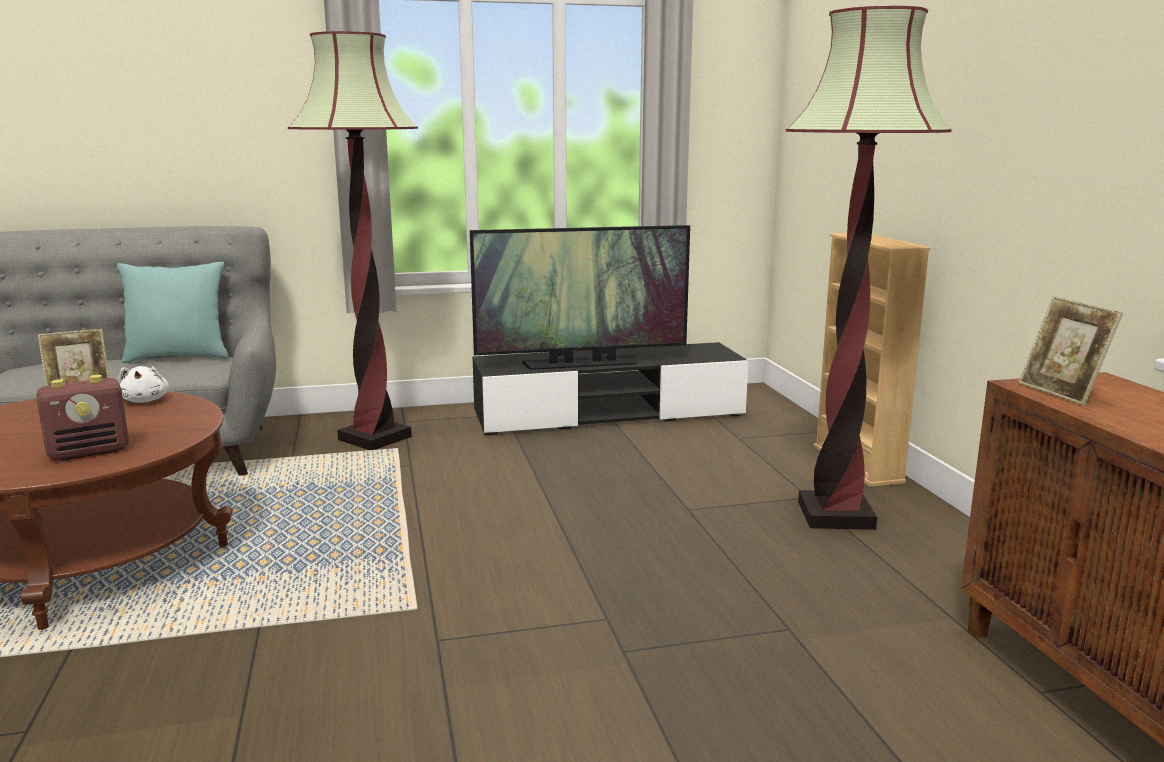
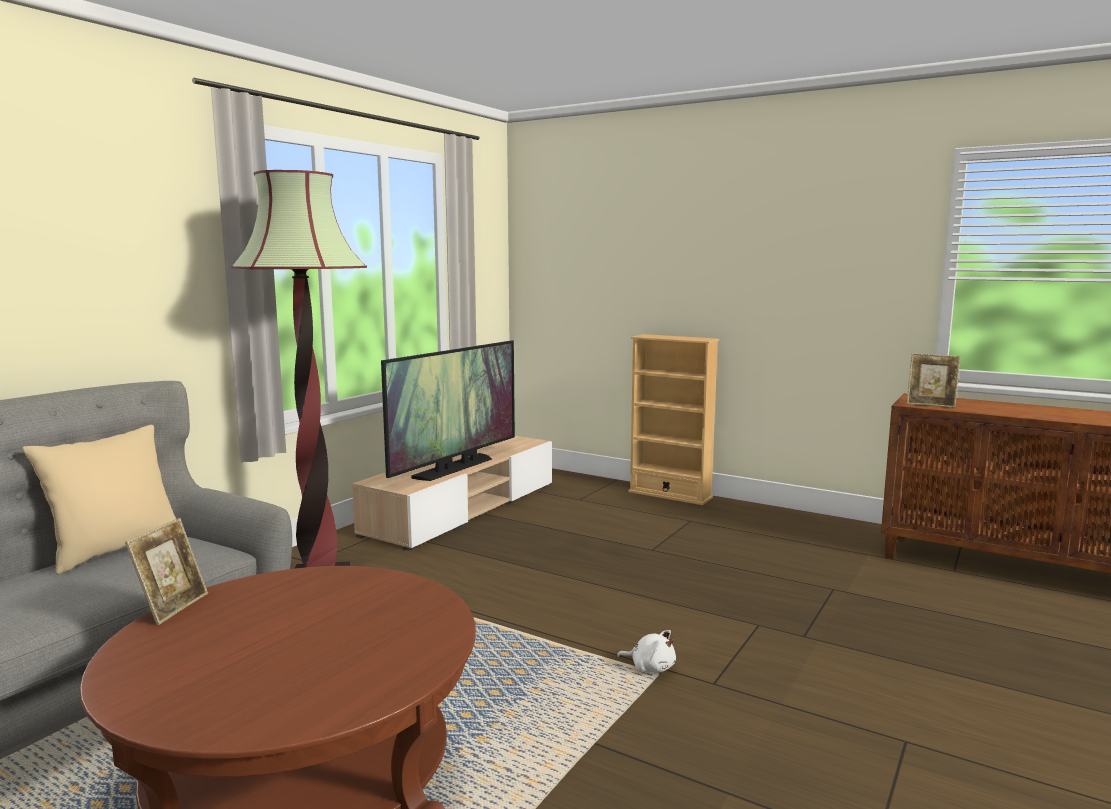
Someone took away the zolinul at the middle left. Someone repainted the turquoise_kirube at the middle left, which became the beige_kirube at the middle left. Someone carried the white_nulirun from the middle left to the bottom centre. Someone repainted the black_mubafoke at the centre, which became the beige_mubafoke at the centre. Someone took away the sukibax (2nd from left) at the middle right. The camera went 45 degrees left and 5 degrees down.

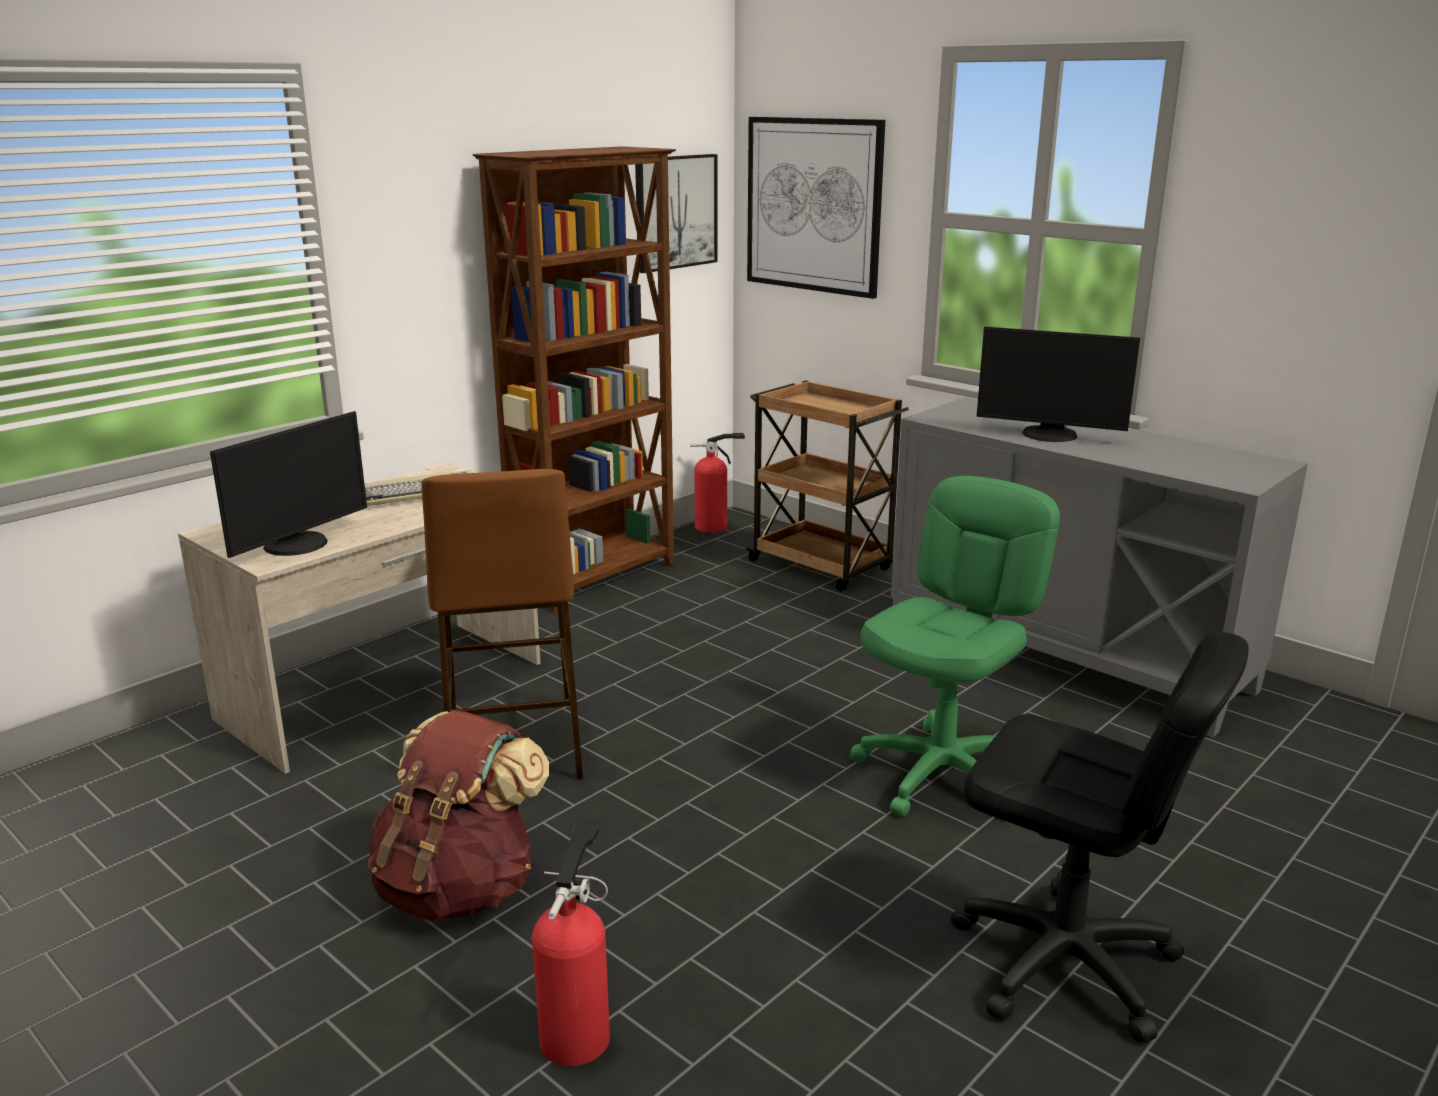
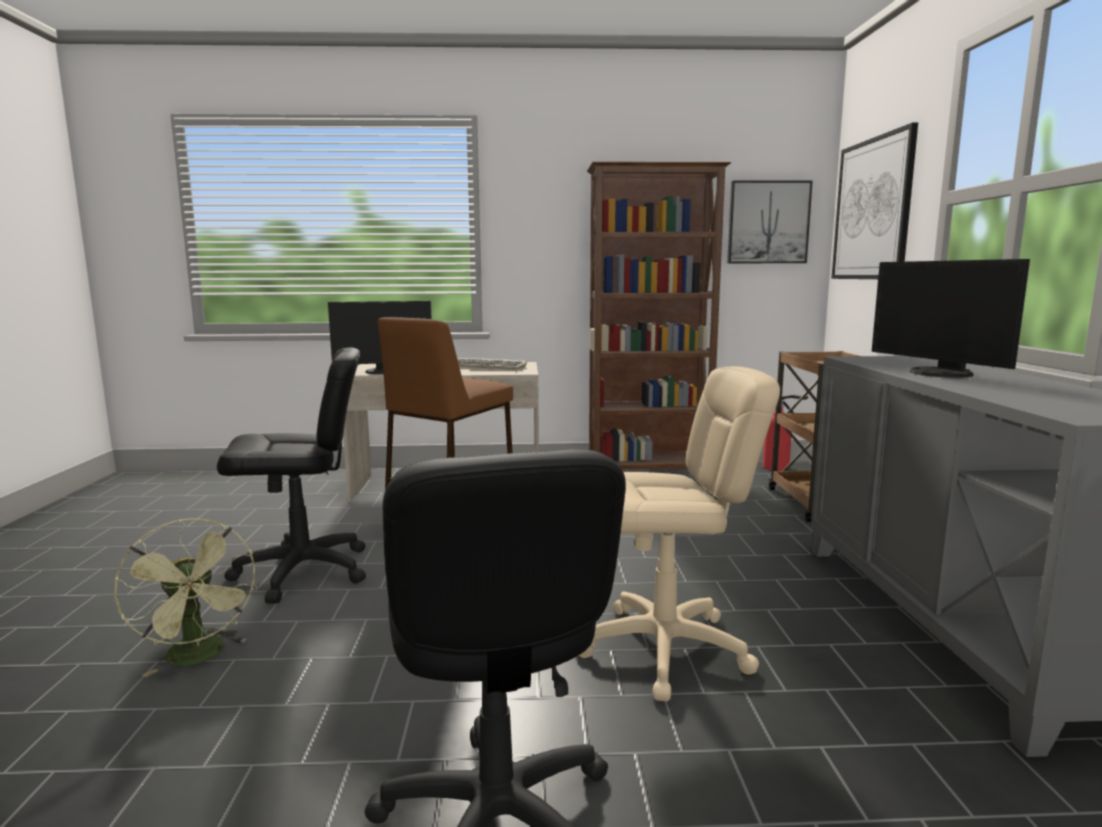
Someone swapped the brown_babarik at the bottom left for the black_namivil (1st from left) at the middle left. Someone swapped the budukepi (1st from left) at the bottom centre for the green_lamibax at the bottom left. Someone repainted the green_namivil at the centre, which became the beige_namivil at the centre. The camera went 45 degrees right and 10 degrees down.

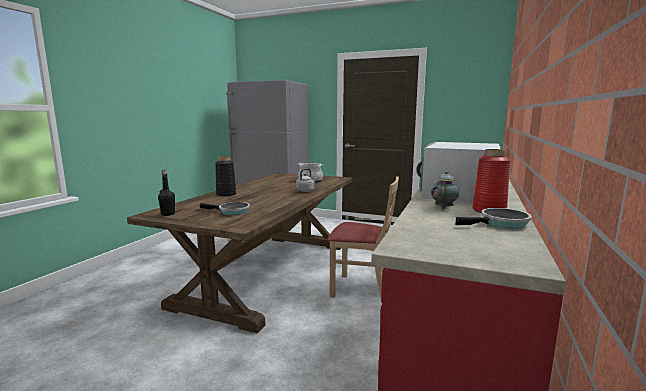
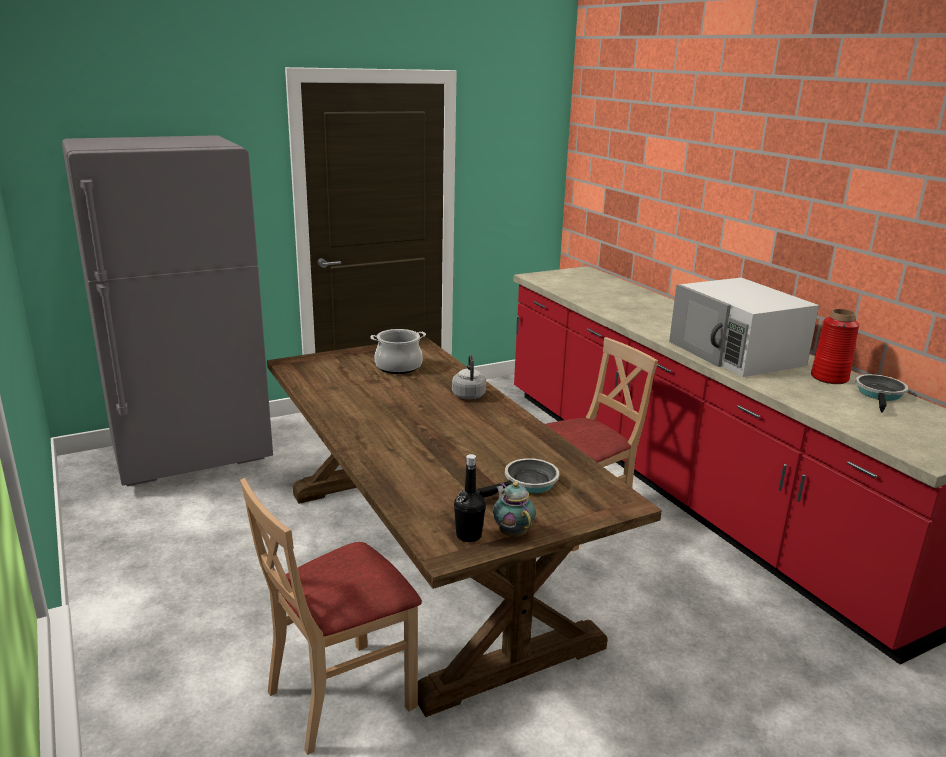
Someone took away the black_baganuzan at the centre. Someone carried the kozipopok from the middle right to the bottom centre. Someone put down the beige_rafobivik (1st from left) at the bottom centre. The camera went 50 degrees left and 10 degrees up.

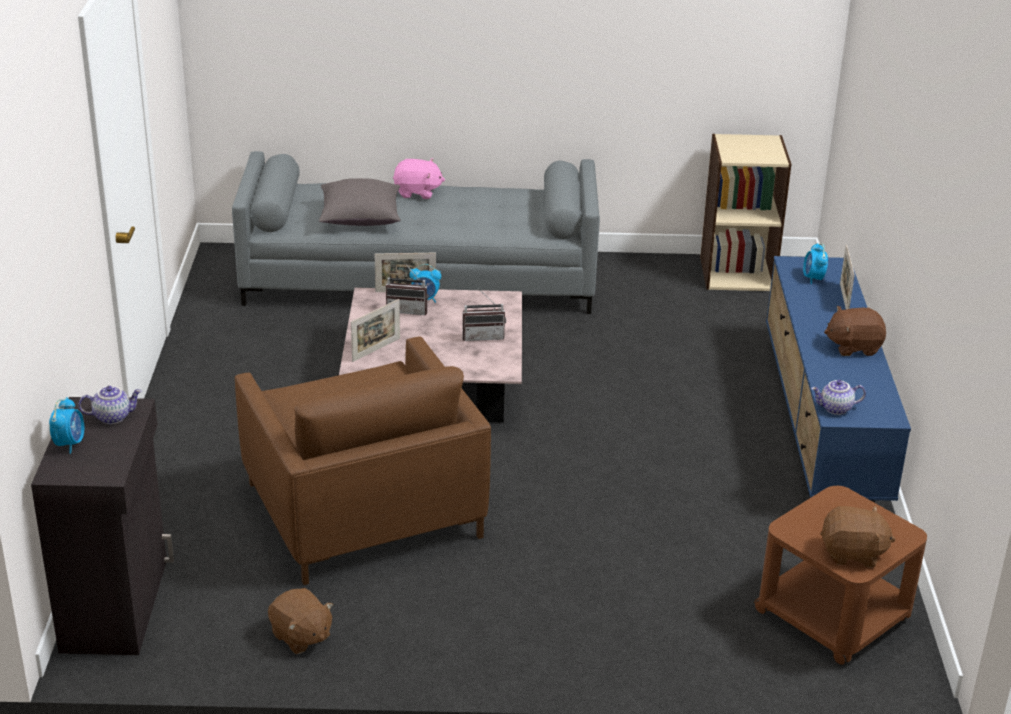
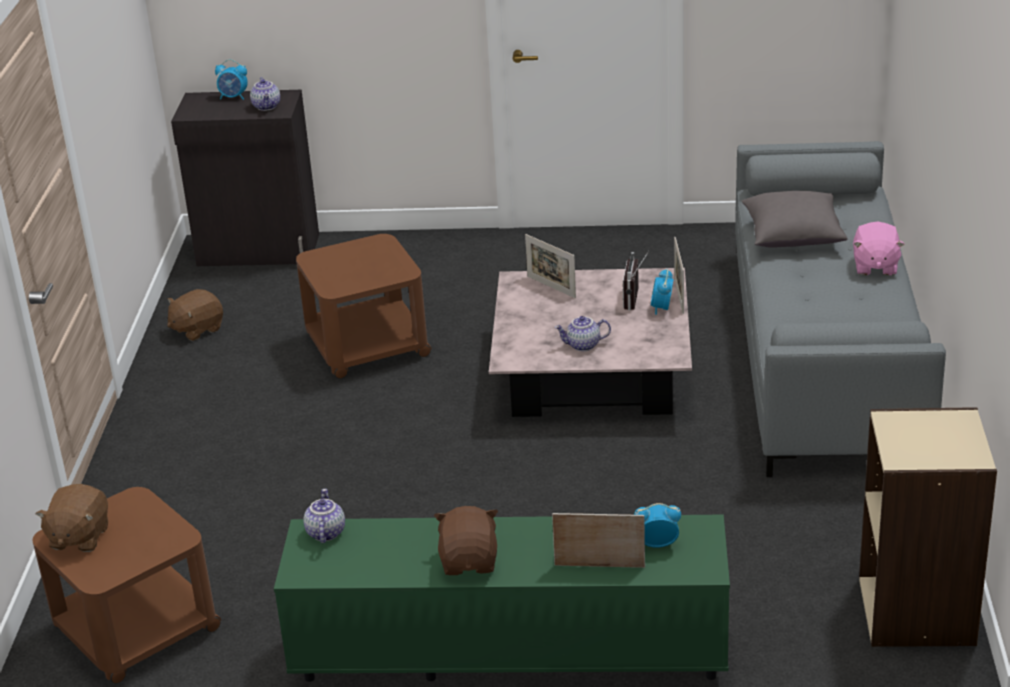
Someone swapped the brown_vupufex at the centre for the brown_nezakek (2nd from left) at the centre. Someone swapped the zolinul (2nd from left) at the centre for the kozipopok (3rd from left) at the centre. Someone repainted the blue_mubafoke at the middle right, which became the green_mubafoke at the bottom centre. The camera went 95 degrees right and 0 degrees up.

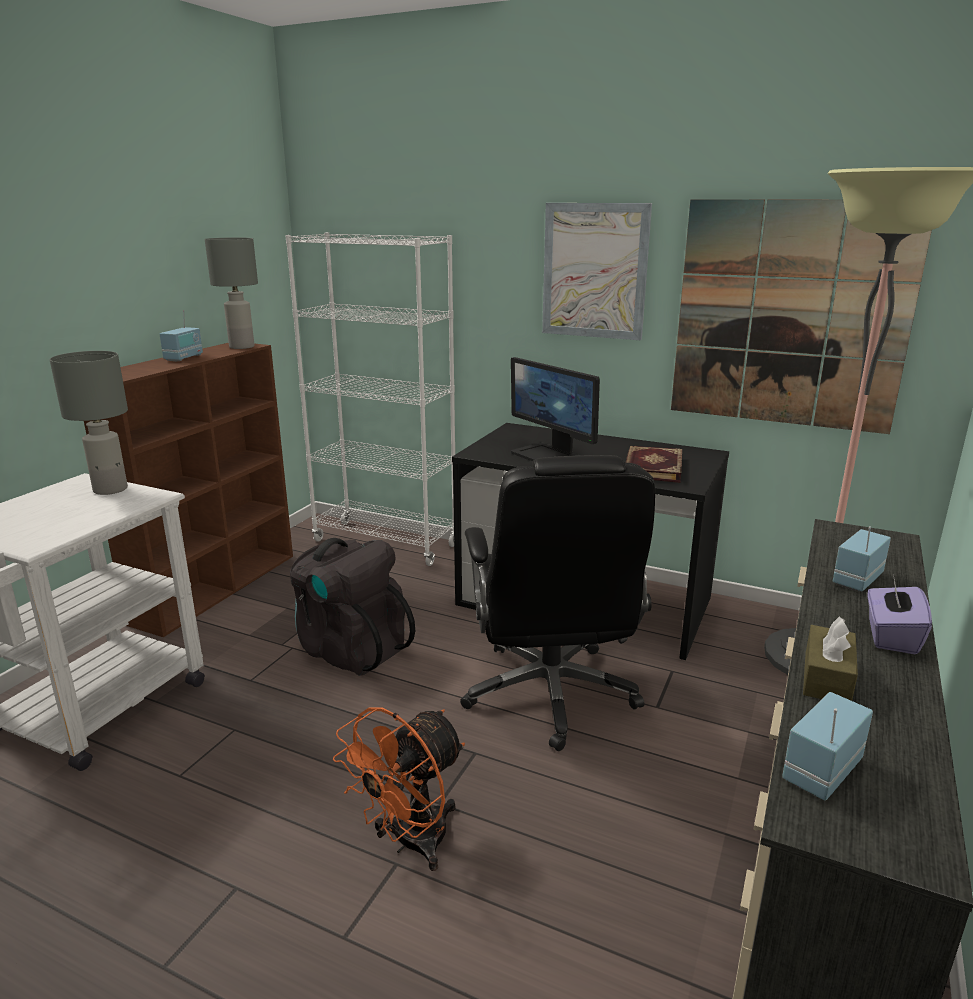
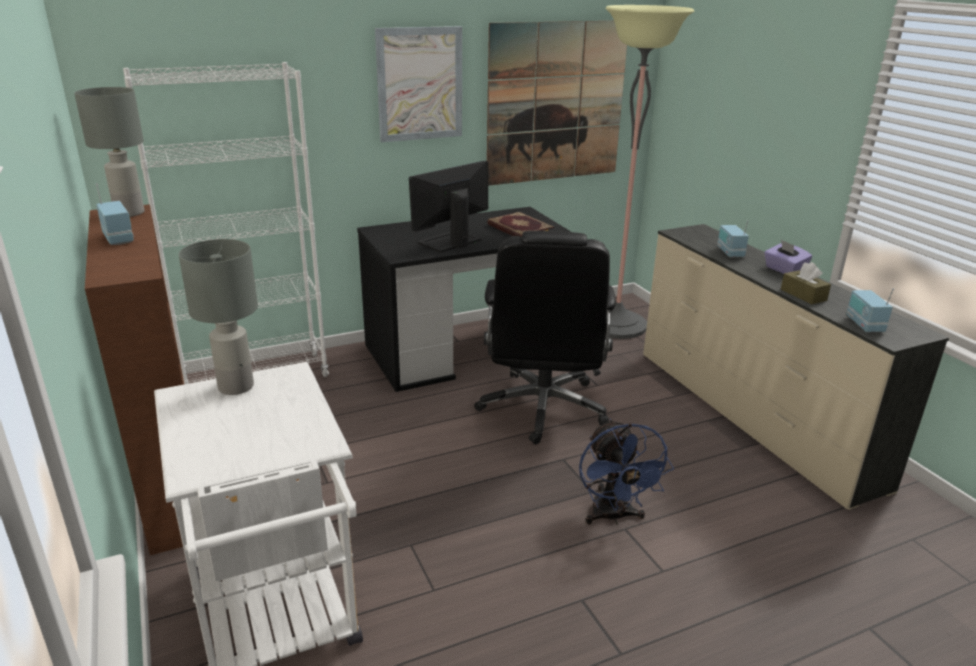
Someone took away the black_babarik at the centre. Someone repainted the orange_lamibax at the bottom centre, which became the blue_lamibax at the bottom centre. Someone rotated the black_namivil at the centre by 60 degrees clockwise. Someone rotated the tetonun at the centre by 135 degrees clockwise. The camera went 50 degrees left and 5 degrees up.

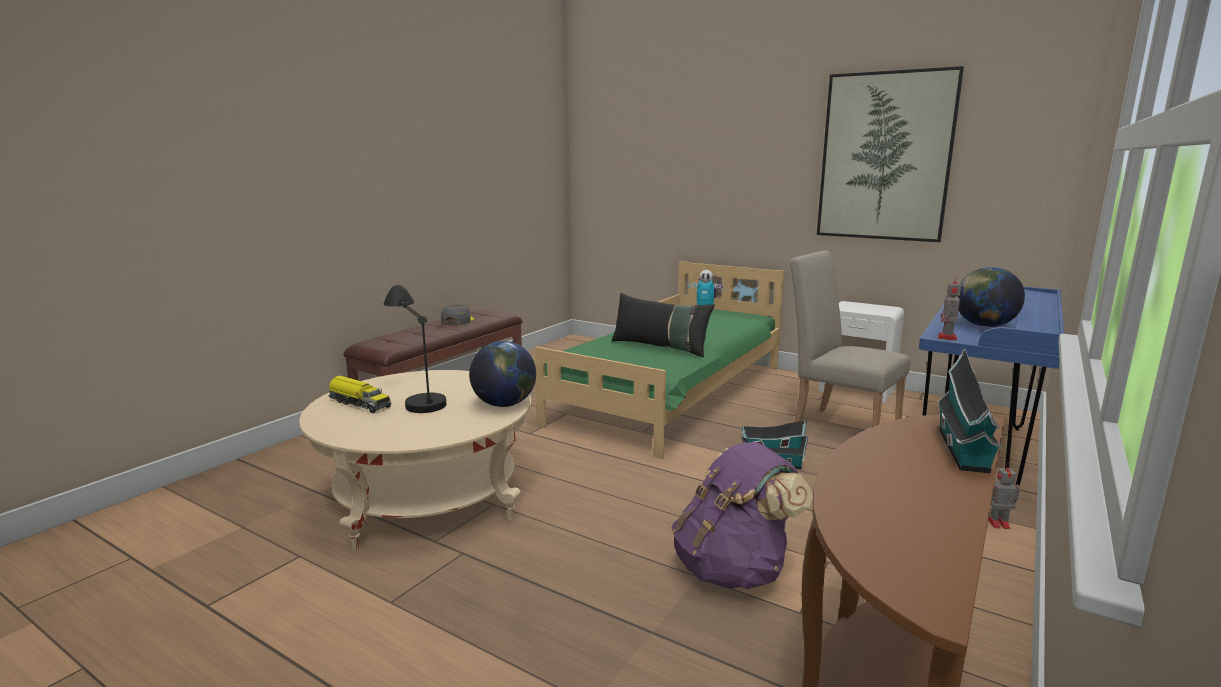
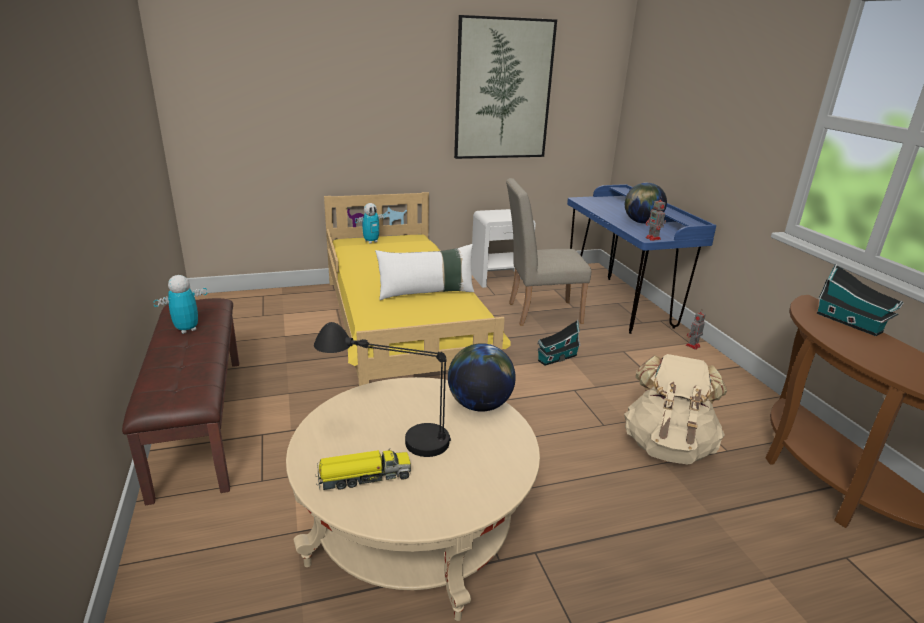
Someone swapped the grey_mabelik at the centre for the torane (1st from left) at the middle left. Someone repainted the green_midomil at the centre, which became the yellow_midomil at the centre. Someone repainted the black_kirube at the centre, which became the white_kirube at the centre. Someone repainted the purple_babarik at the bottom centre, which became the beige_babarik at the middle right. The camera went 50 degrees left and 10 degrees up.

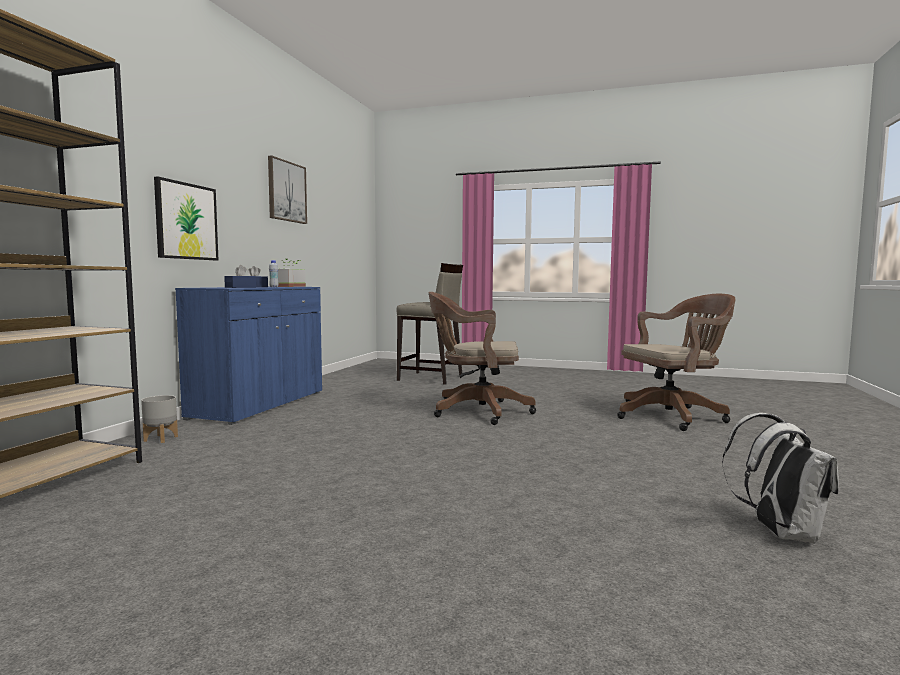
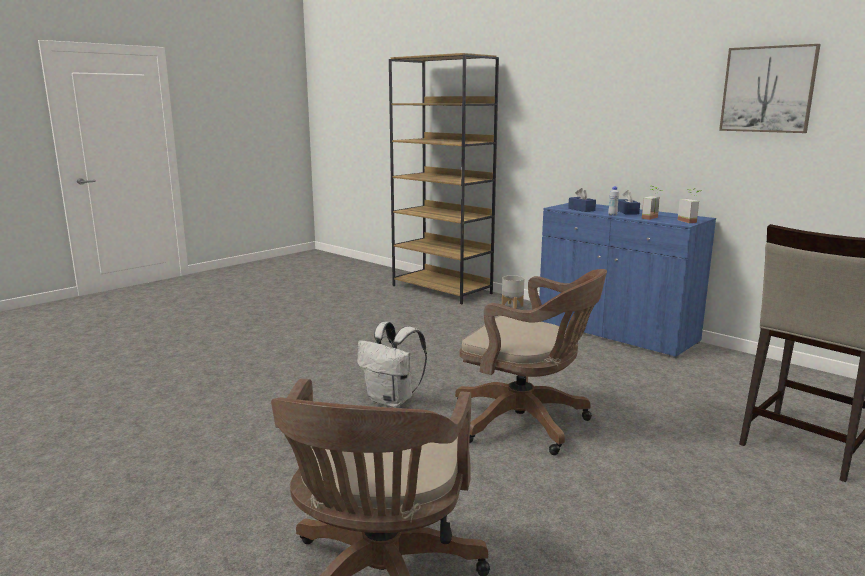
Someone took away the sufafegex (1st from left) at the top left. Someone rotated the brown_namivil (1st from left in the first image) at the centre by 90 degrees clockwise. Someone carried the white_babarik from the bottom right to the centre. The camera went 115 degrees right and 10 degrees up.

